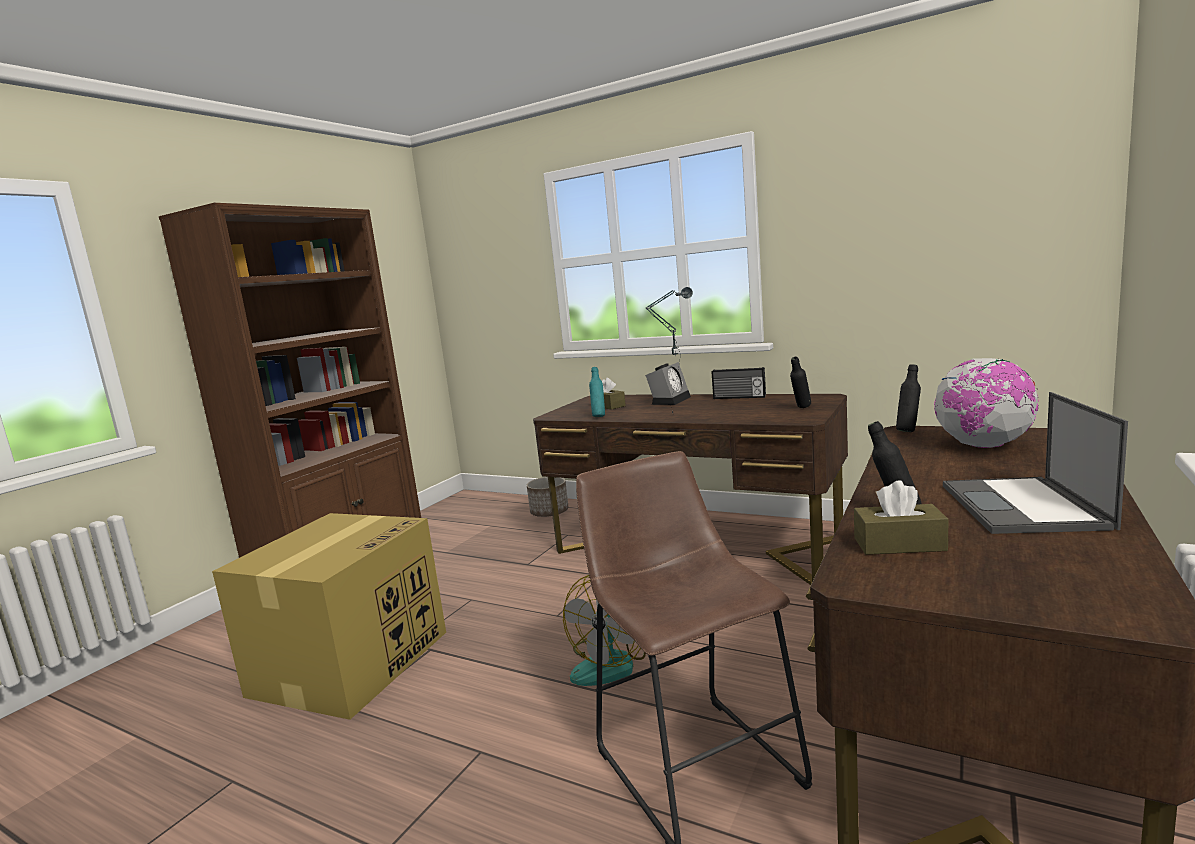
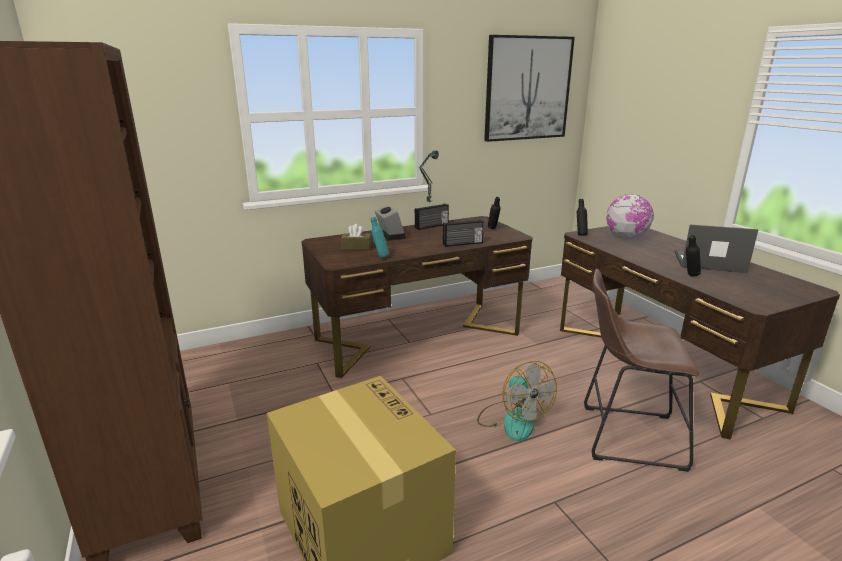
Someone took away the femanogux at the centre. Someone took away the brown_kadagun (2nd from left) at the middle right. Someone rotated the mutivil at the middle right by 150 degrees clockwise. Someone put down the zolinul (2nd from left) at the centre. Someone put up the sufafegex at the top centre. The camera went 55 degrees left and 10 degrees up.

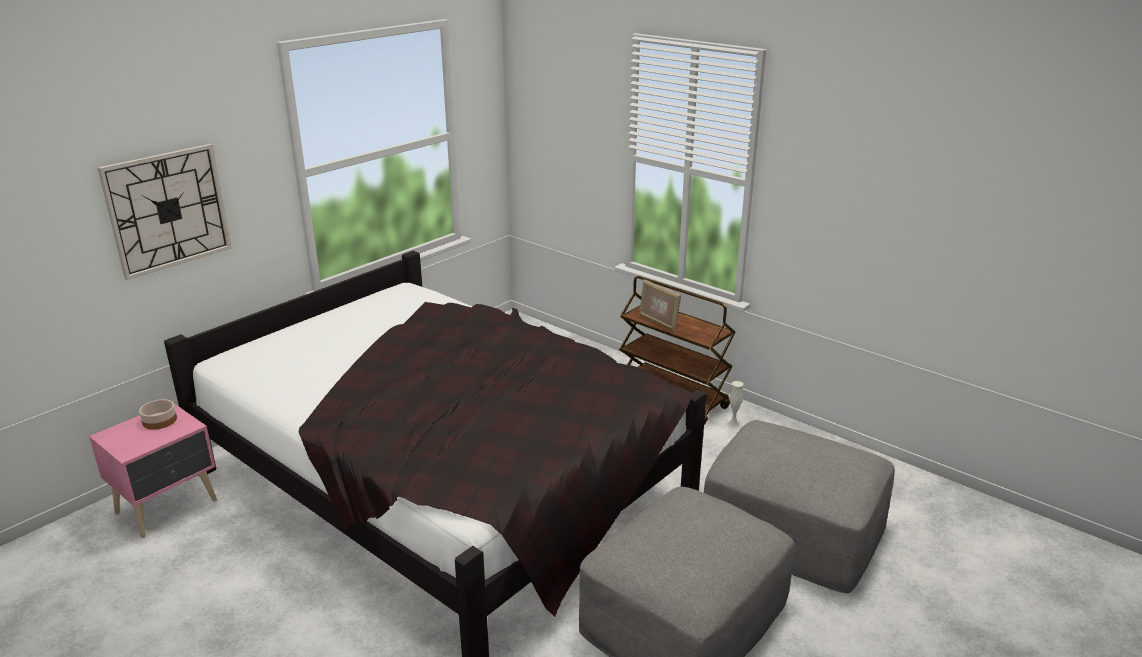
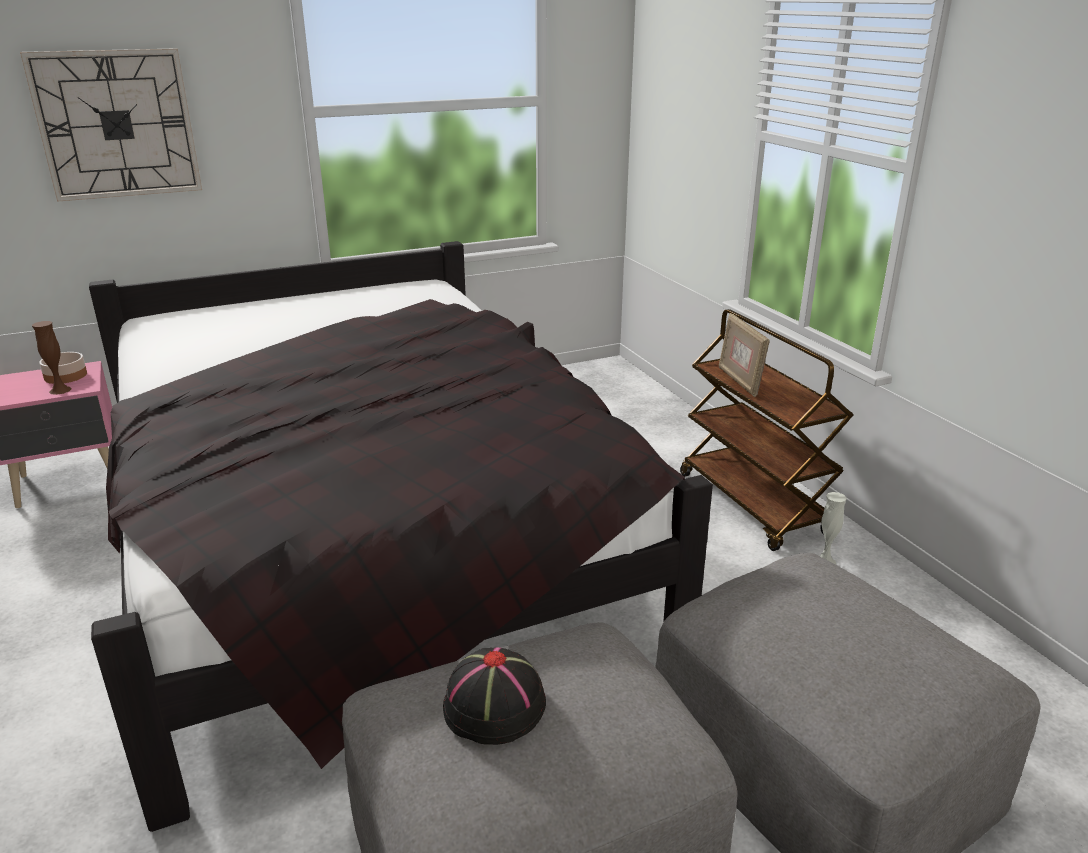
Someone put down the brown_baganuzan at the middle left. Someone put down the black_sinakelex at the bottom centre. The camera went 25 degrees right and 0 degrees up.

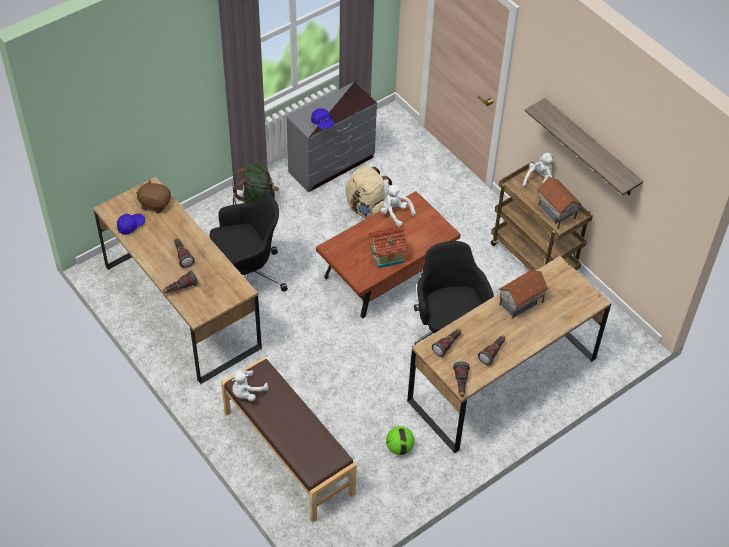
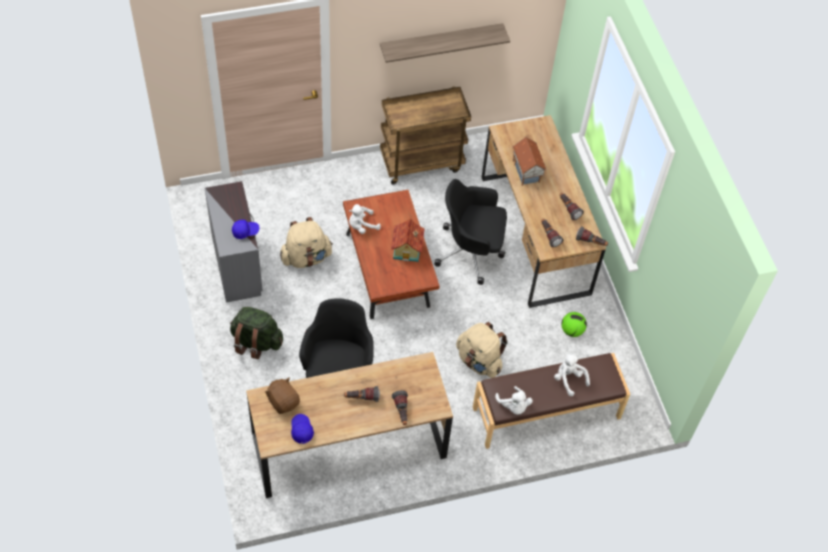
Someone rotated the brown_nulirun at the middle left by 105 degrees clockwise. Someone carried the white_nulirun (3rd from left) from the top right to the bottom right. Someone took away the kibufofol (3rd from left) at the middle right. Someone put down the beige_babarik (2nd from left) at the centre. The camera went 70 degrees left and 5 degrees up.

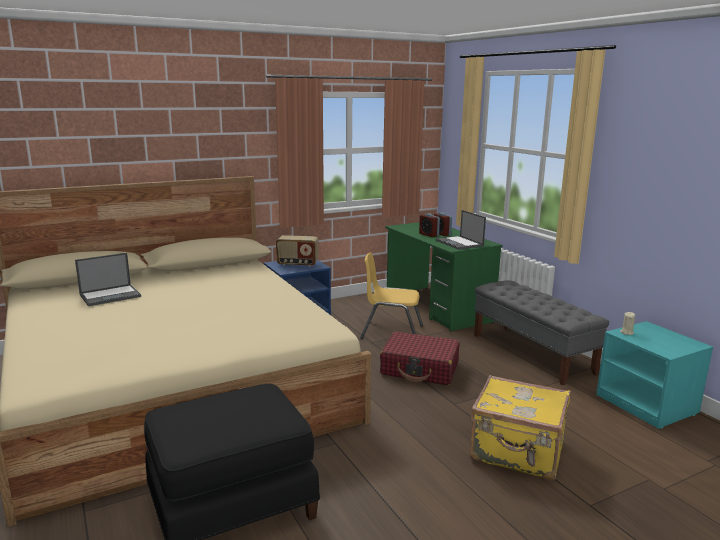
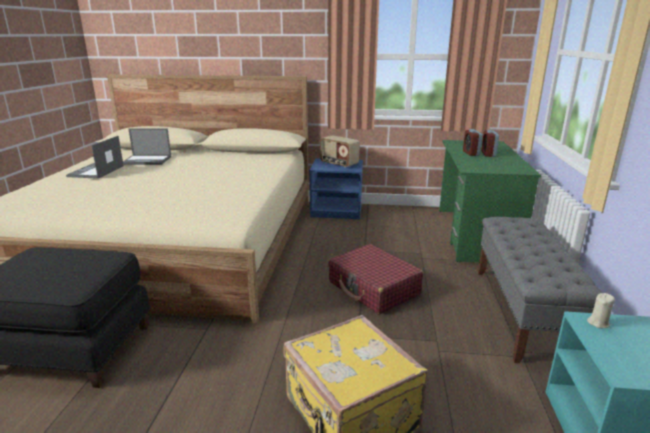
Someone took away the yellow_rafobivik at the centre. Someone carried the mutivil (2nd from left in the first image) from the centre to the middle left. The camera went 35 degrees right and 5 degrees up.

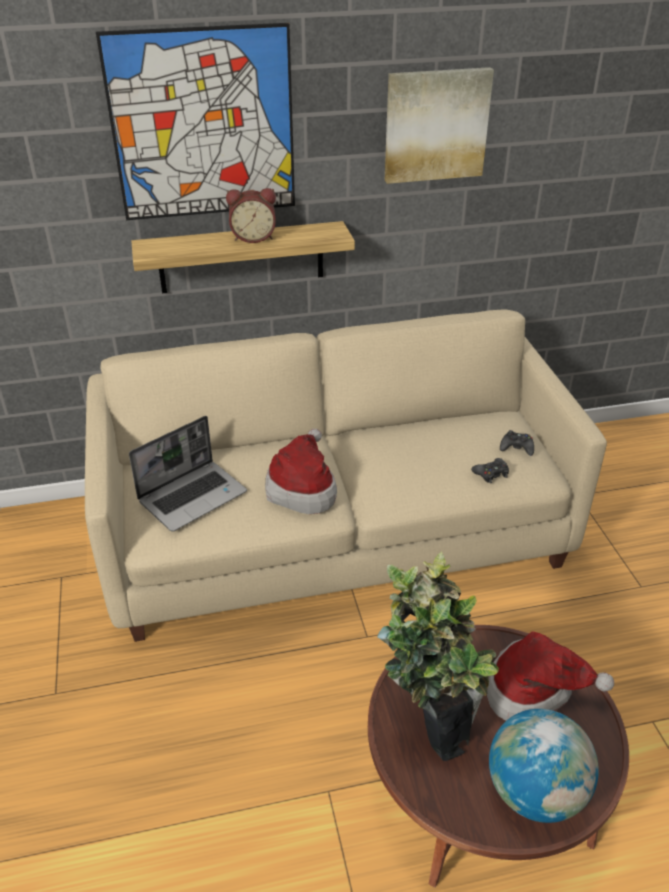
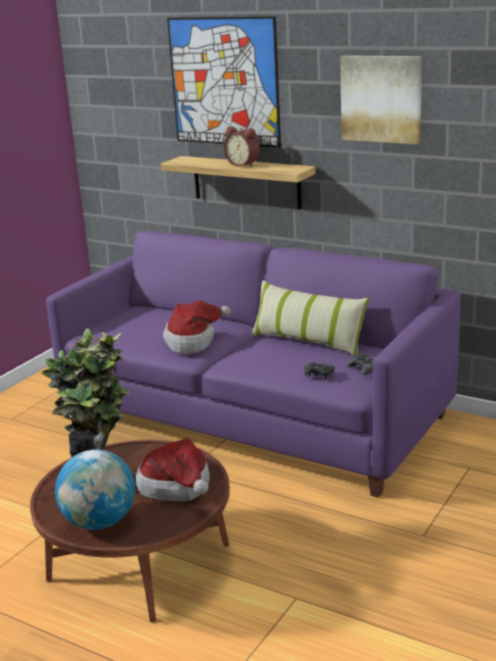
Someone repainted the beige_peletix at the centre, which became the purple_peletix at the centre. Someone took away the mutivil at the middle left. Someone put down the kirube at the centre. The camera went 45 degrees right and 15 degrees down.

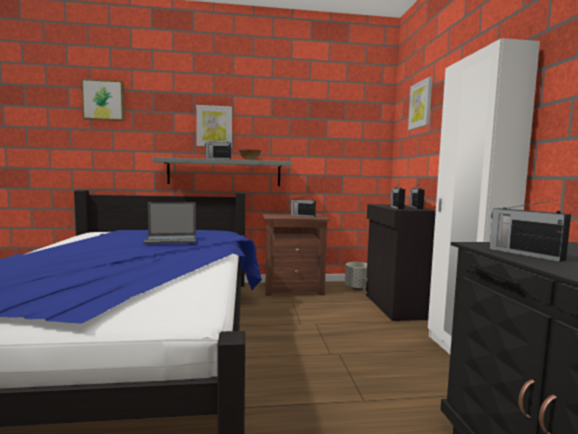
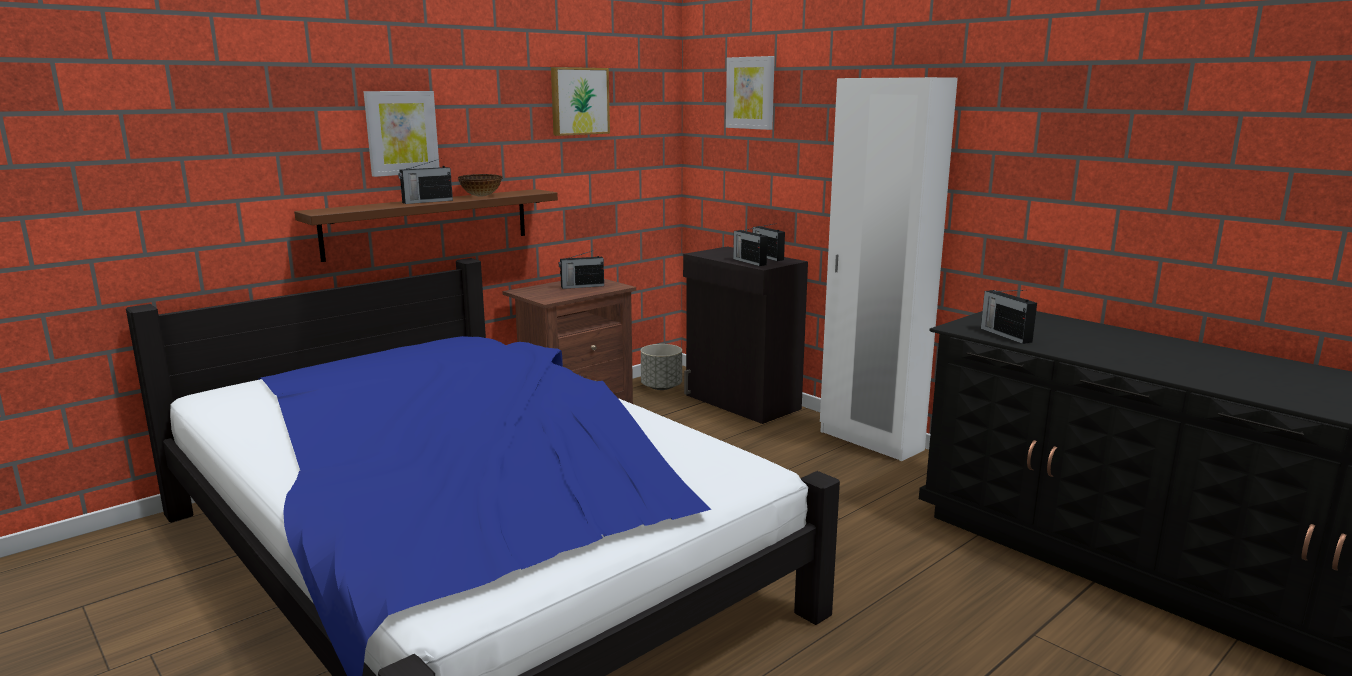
Someone carried the sufafegex (1st from left in the first image) from the top left to the top centre. Someone took away the mutivil at the middle left. Someone repainted the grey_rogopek at the centre, which became the brown_rogopek at the top left. Someone rotated the zolinul (5th from left) at the middle right by 45 degrees clockwise. The camera went 35 degrees left and 10 degrees up.

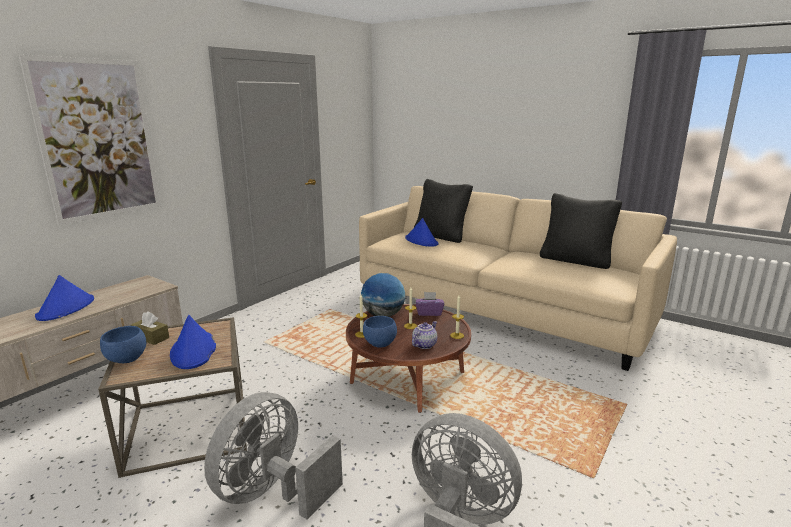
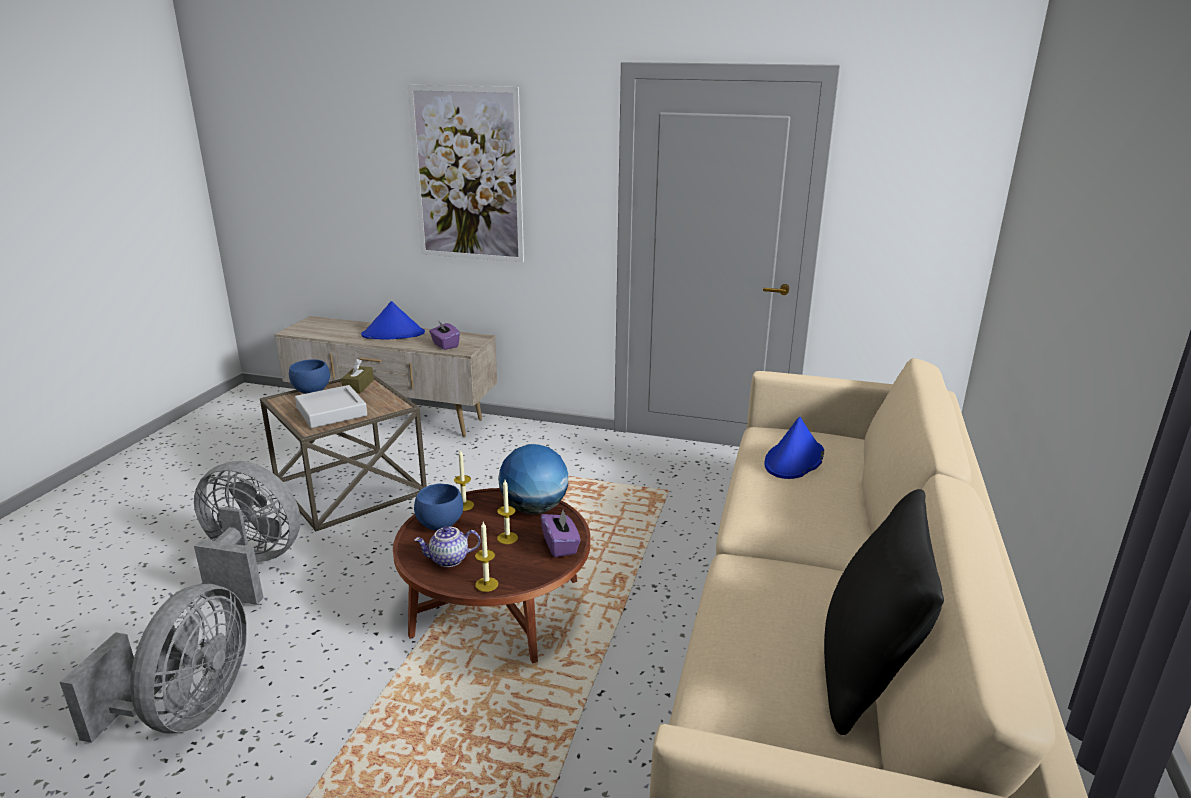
Someone swapped the blue_sinakelex (2nd from left) at the middle left for the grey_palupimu at the middle left. Someone rotated the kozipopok at the centre by 150 degrees clockwise. Someone took away the black_kirube (1st from left) at the centre. Someone put down the purple_kadagun (1st from left) at the centre. The camera went 70 degrees right and 5 degrees up.

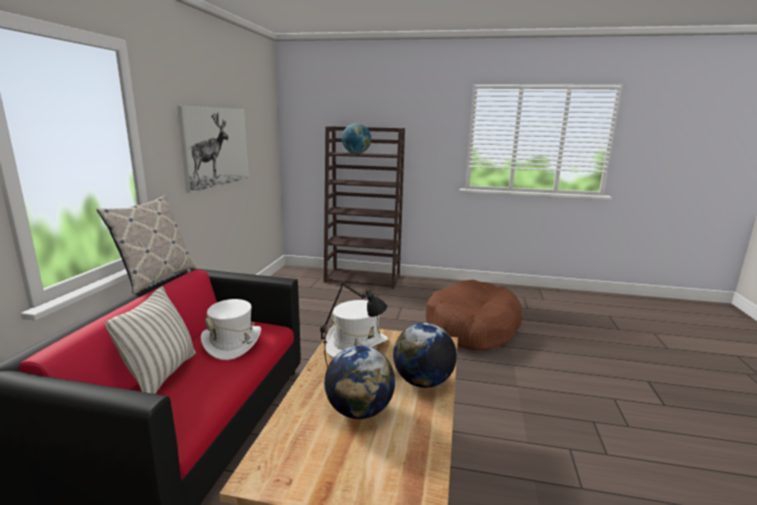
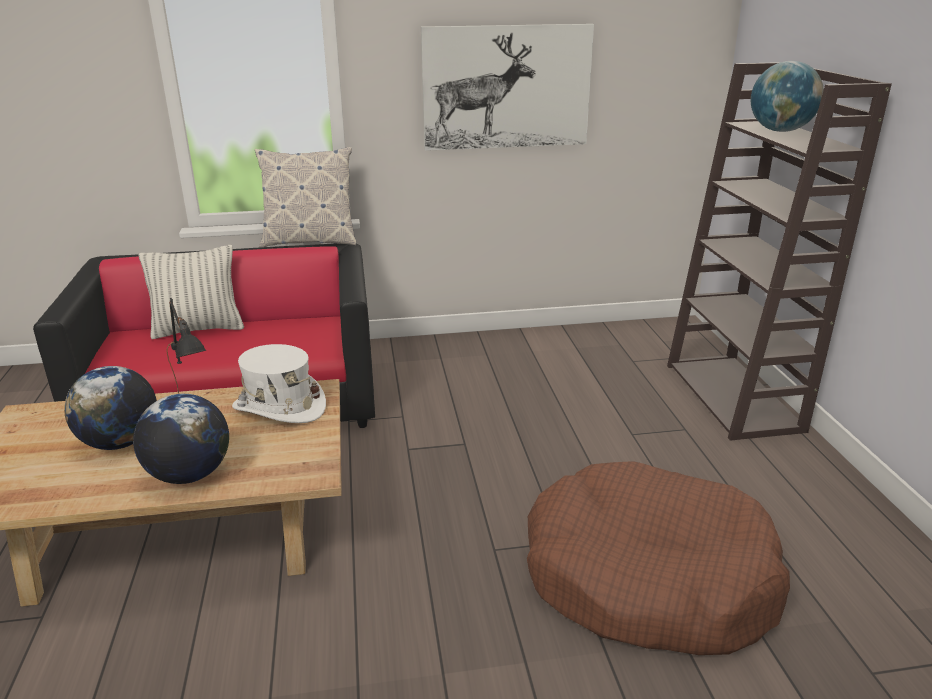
Someone took away the white_sinakelex (1st from left) at the middle left. The camera went 70 degrees right and 10 degrees up.

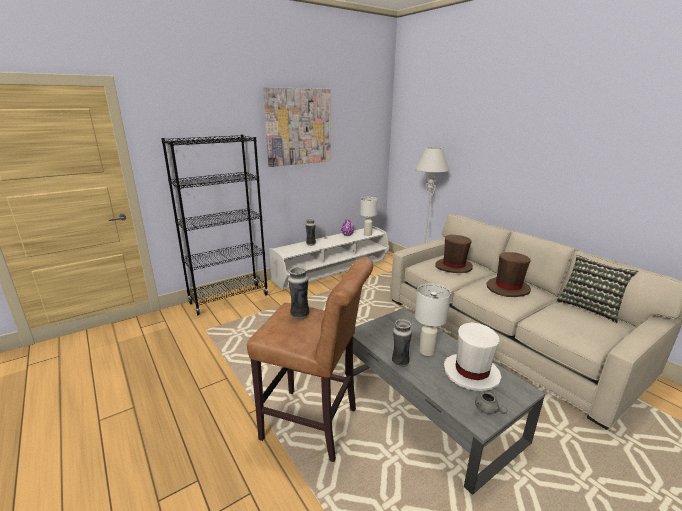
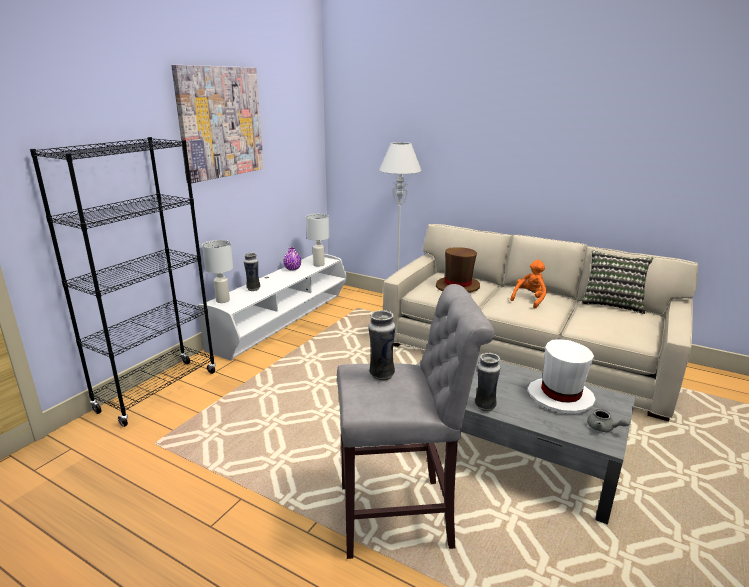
Someone repainted the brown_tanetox at the bottom centre, which became the grey_tanetox at the bottom centre. Someone carried the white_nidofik (2nd from left in the first image) from the centre to the middle left. Someone swapped the brown_sinakelex (2nd from left) at the middle right for the orange_nulirun at the middle right. The camera went 25 degrees left and 0 degrees up.

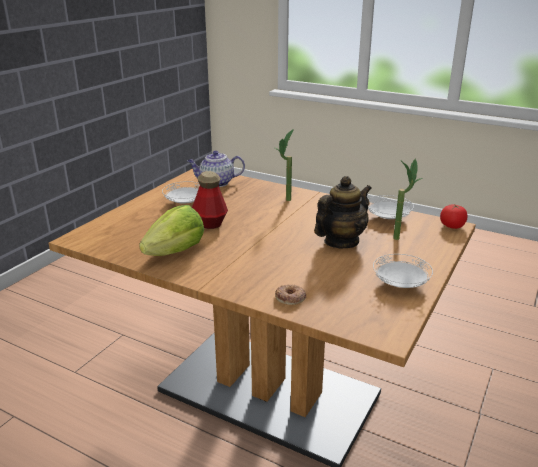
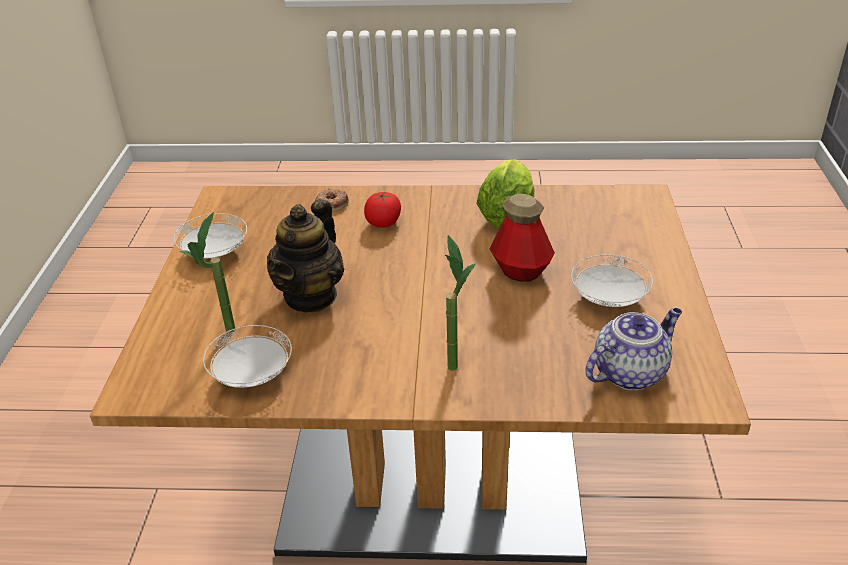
Someone carried the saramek from the middle right to the centre. The camera went 155 degrees right and 10 degrees up.

